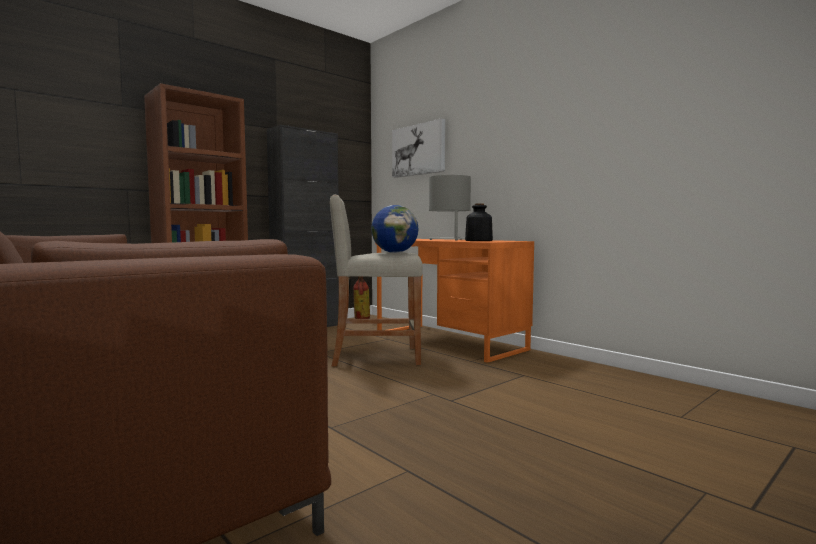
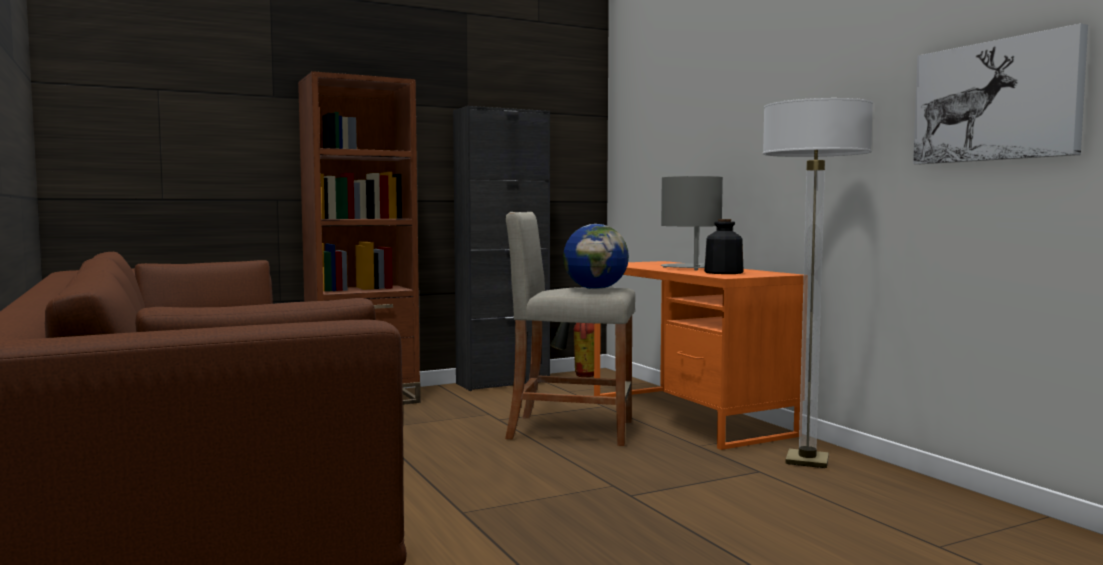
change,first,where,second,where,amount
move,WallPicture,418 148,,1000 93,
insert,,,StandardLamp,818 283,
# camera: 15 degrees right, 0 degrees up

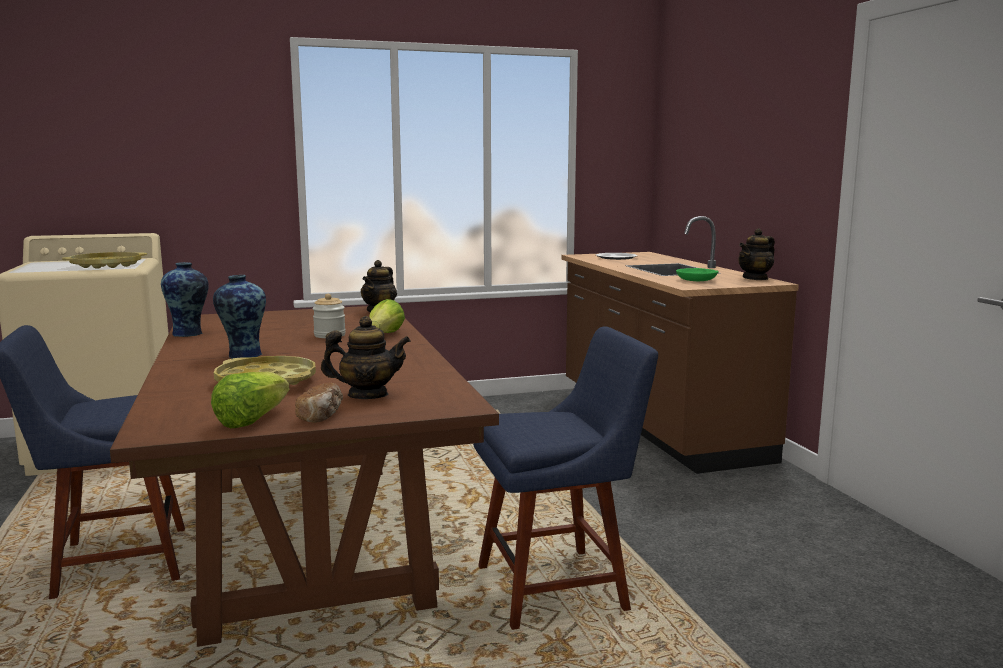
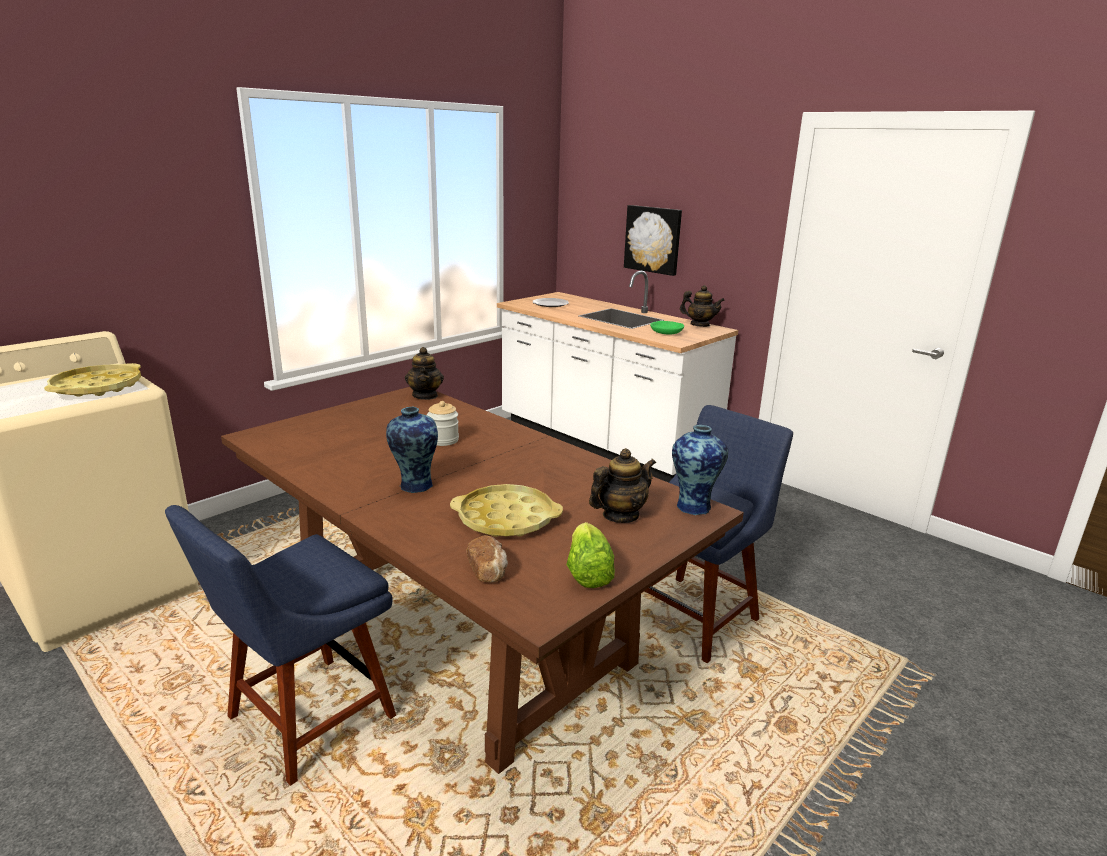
change,first,where,second,where,amount
move,DecorativeVase,185 299,,700 470,
move,Bread,319 403,,487 558,
delete,HeadOfLettuce,387 316,,,
recolor,BrownColouredCounter,680 345,WhiteCounter,617 377,
rotate,Teapot,756 254,,702 306,90 degrees counterclockwise
insert,,,WallPicture,653 240,
# camera: 30 degrees left, 10 degrees up

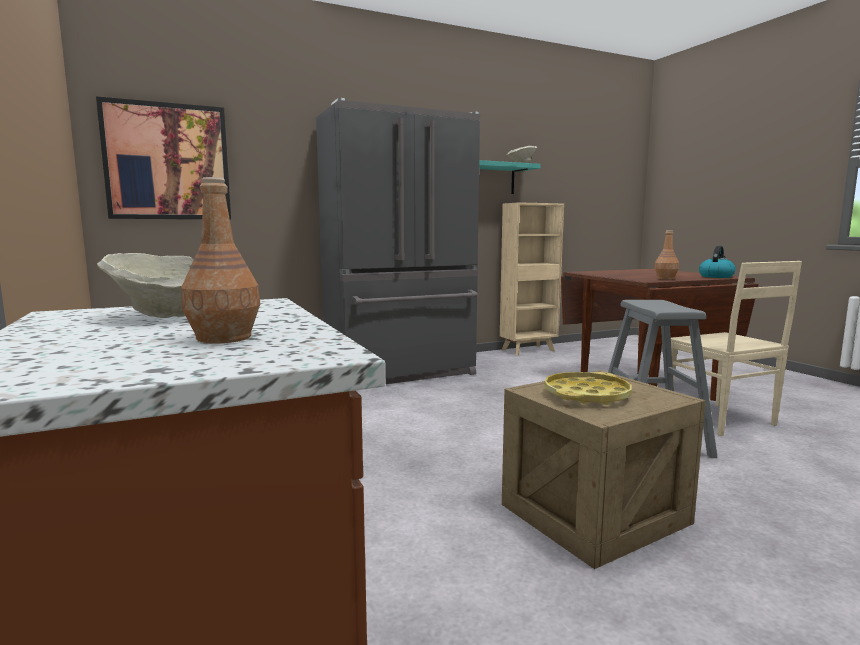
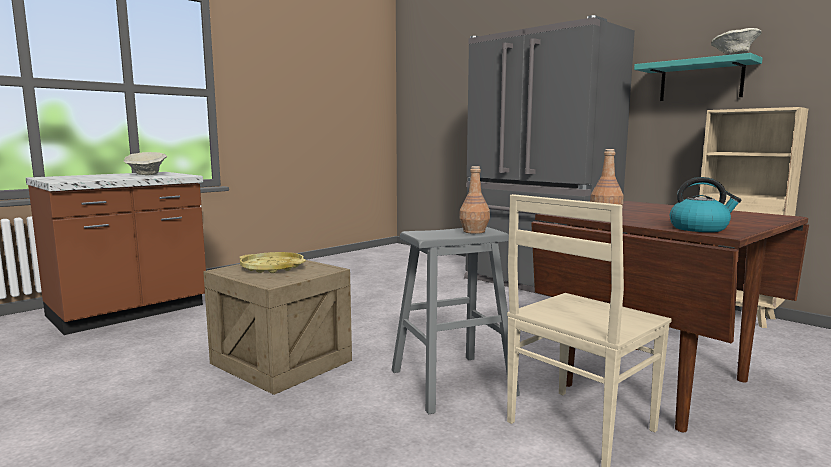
change,first,where,second,where,amount
delete,WallPicture,163 158,,,
move,BrownColouredBeverageBottle,220 260,,474 200,
# camera: 70 degrees right, 0 degrees up

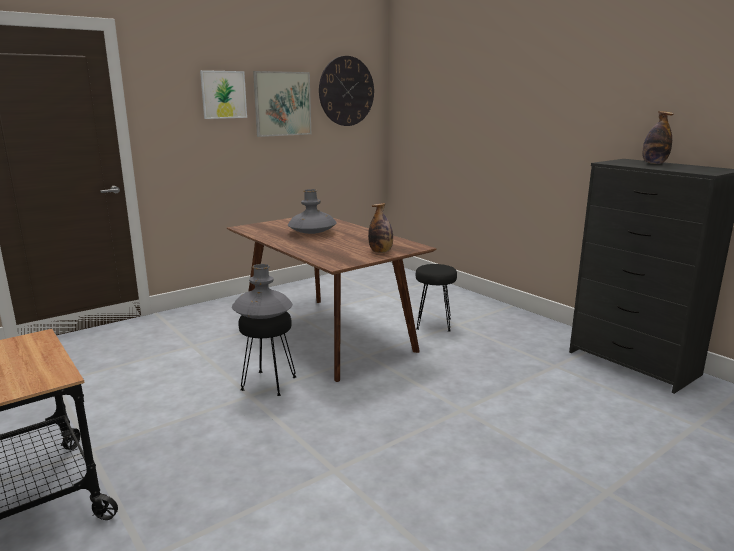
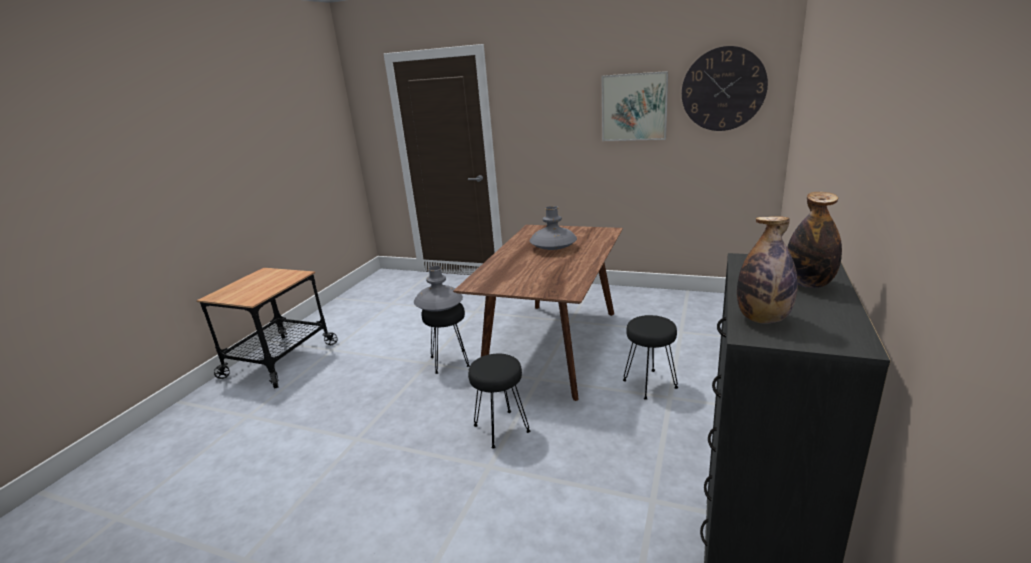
change,first,where,second,where,amount
delete,WallPicture,223 94,,,
move,BeverageBottle,380 228,,767 270,
insert,,,BlackSittingStool,499 401,
# camera: 60 degrees right, 5 degrees up

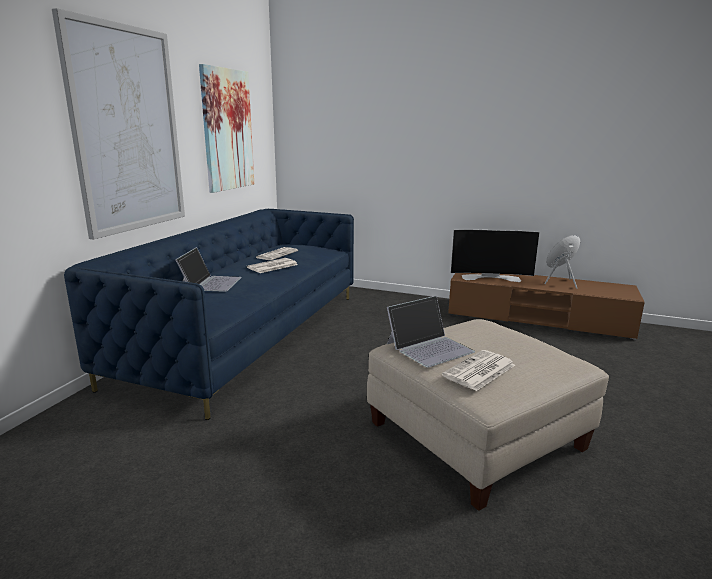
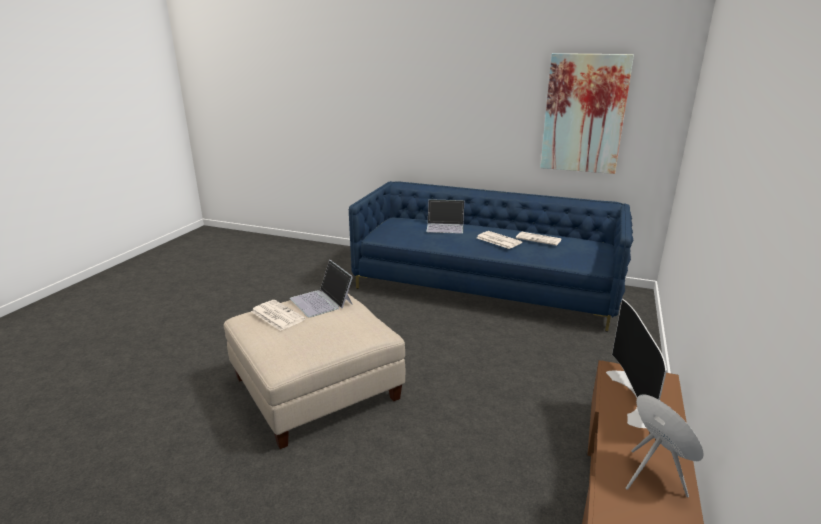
change,first,where,second,where,amount
delete,WallPicture,118 124,,,
# camera: 90 degrees right, 5 degrees up

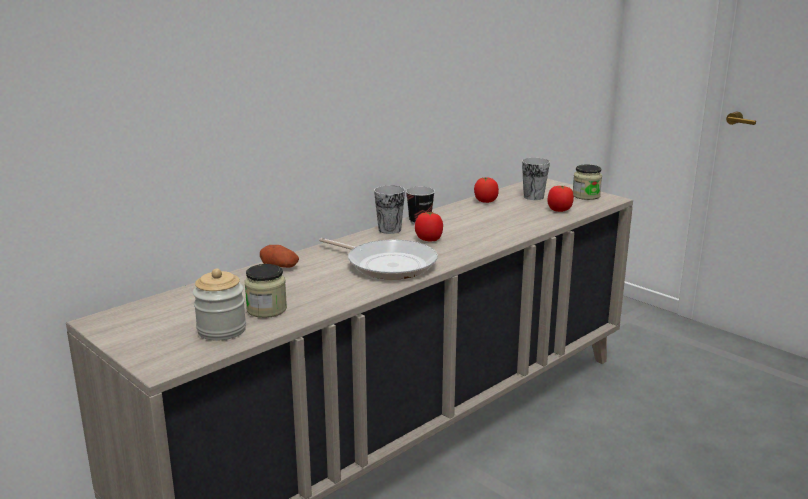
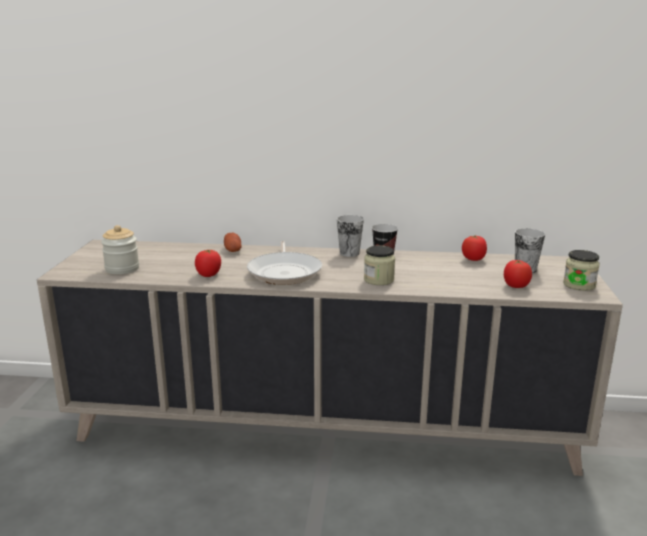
change,first,where,second,where,amount
move,Jar,265 291,,379 265,
move,WholeTomato,429 227,,208 263,
# camera: 50 degrees right, 0 degrees up

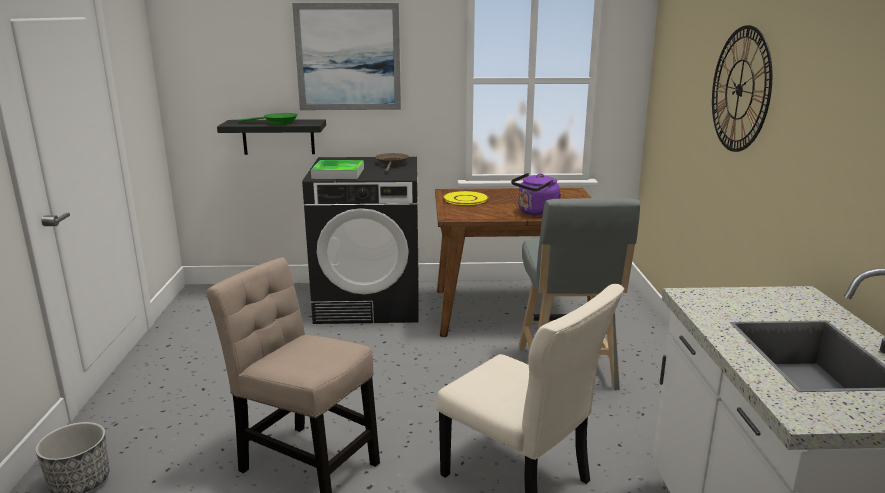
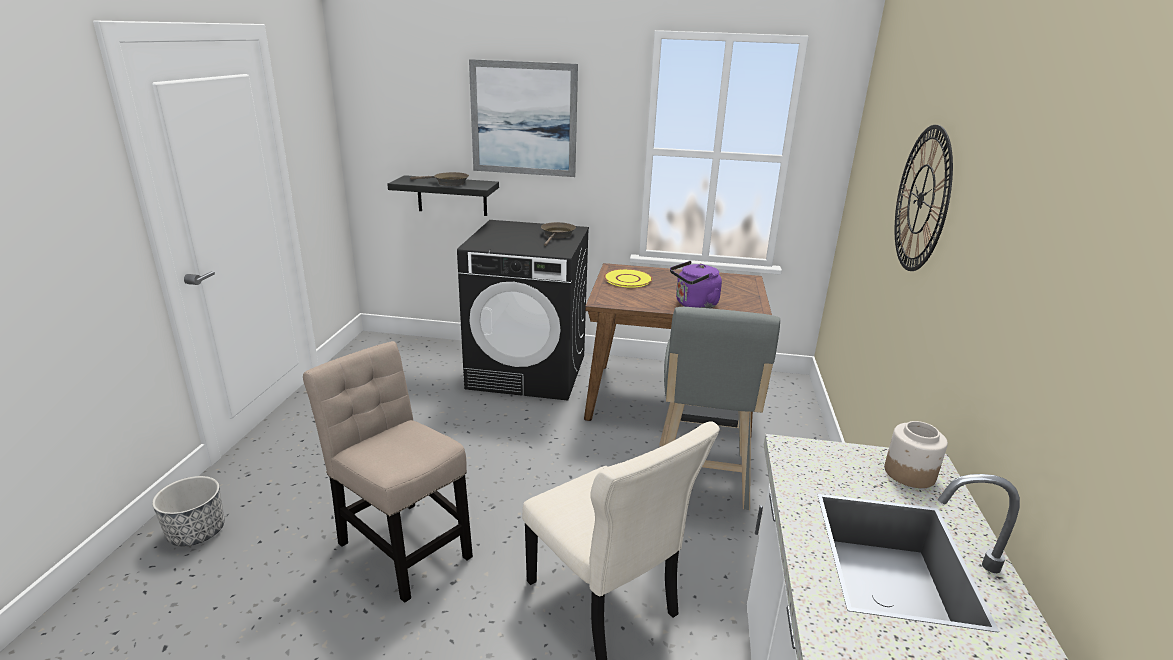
change,first,where,second,where,amount
recolor,GreenColouredFryingPan,268 119,BrownColouredFryingPan,439 179,
delete,CarryingTray,337 169,,,
insert,,,Jar,916 454,
# camera: 10 degrees right, 5 degrees up

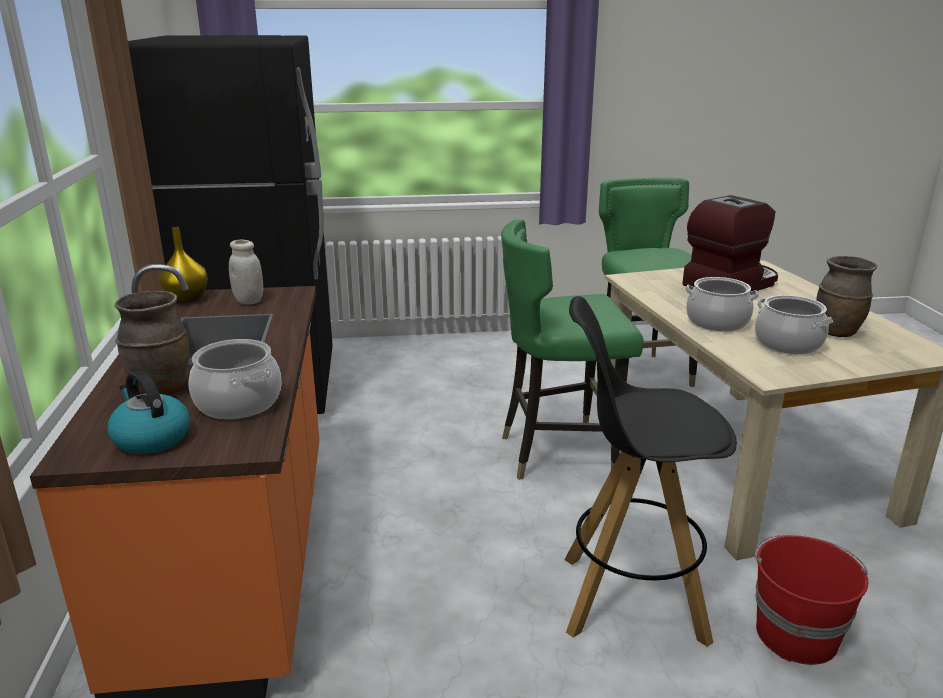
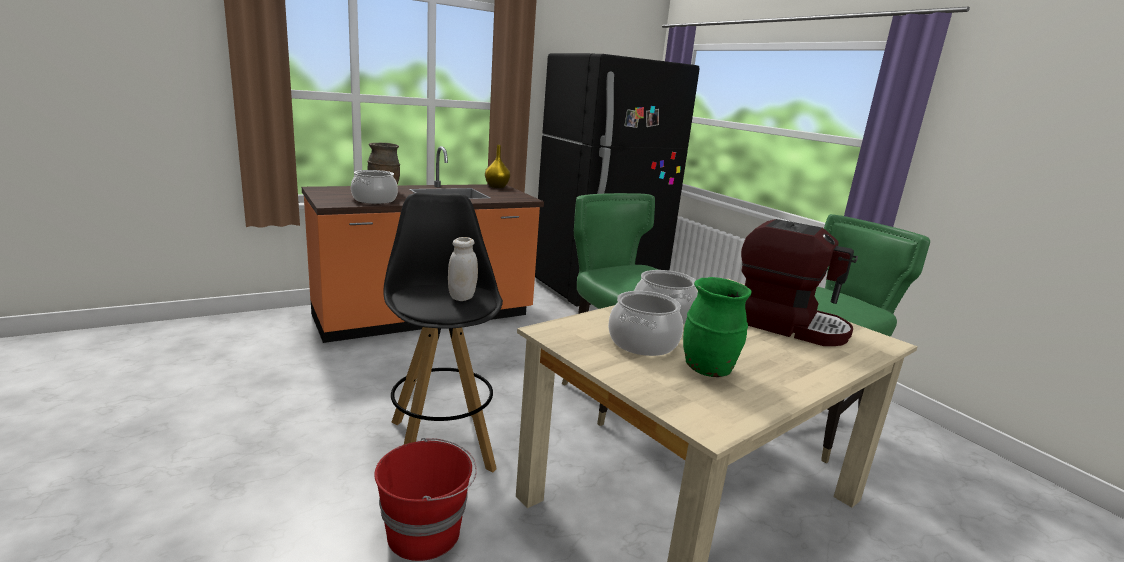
change,first,where,second,where,amount
delete,WaterKettle,148 412,,,
move,WhiteJar,246 271,,463 269,
recolor,BrownColouredDecorativeVase,846 296,GreenColouredDecorativeVase,717 327,
# camera: 65 degrees right, 5 degrees down

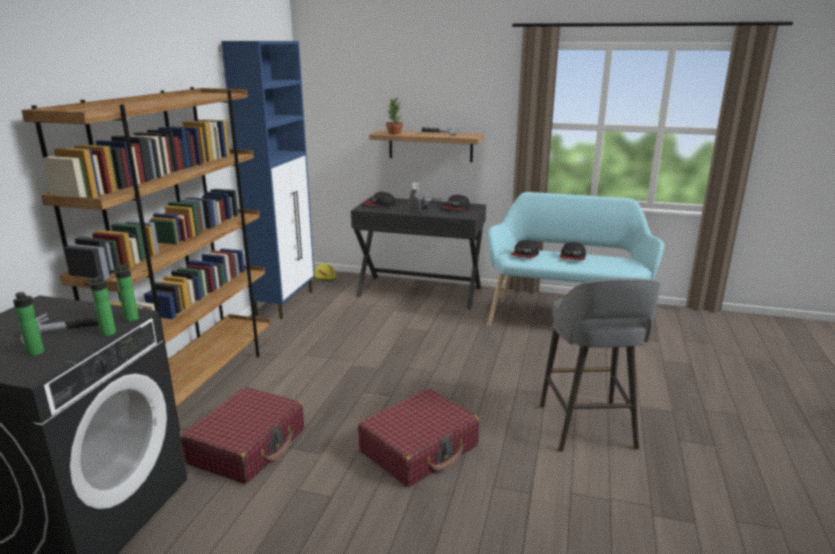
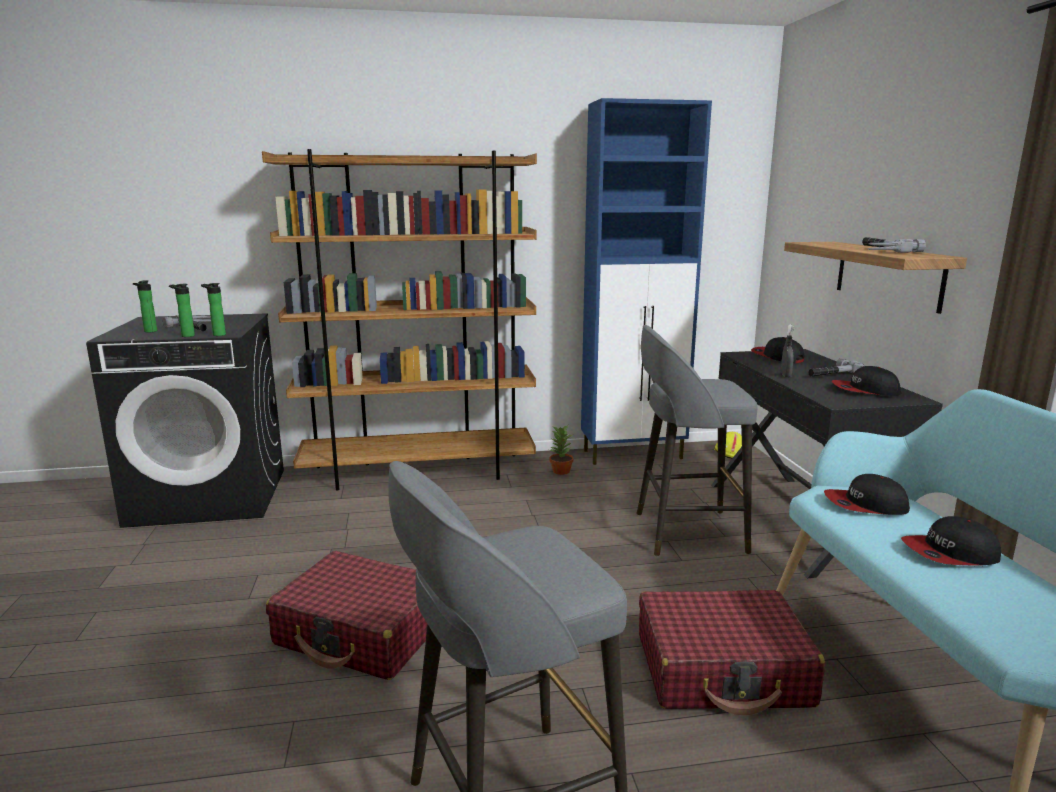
change,first,where,second,where,amount
move,RedTravelCase,242 435,,732 652,
move,PottedPlant,394 116,,561 450,
insert,,,GreySittingStool,696 440,
# camera: 65 degrees right, 5 degrees down

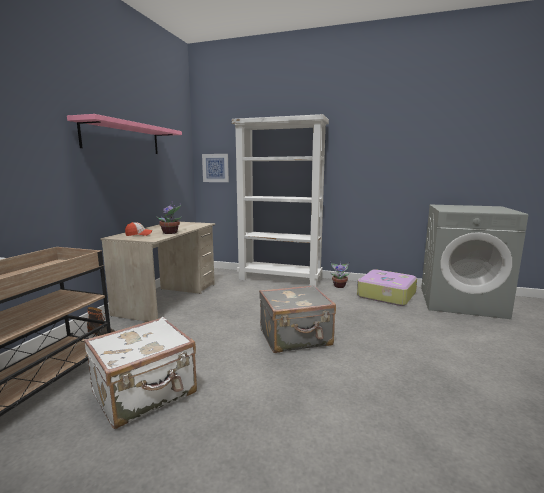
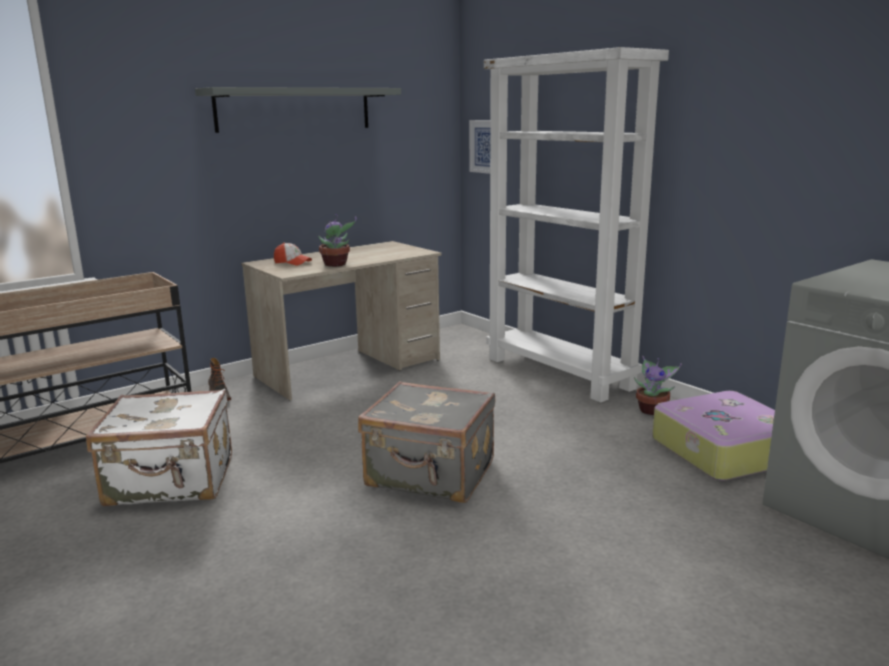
change,first,where,second,where,amount
recolor,PinkColouredShelf,124 134,GreyShelf,298 110,
# camera: 35 degrees right, 5 degrees up

